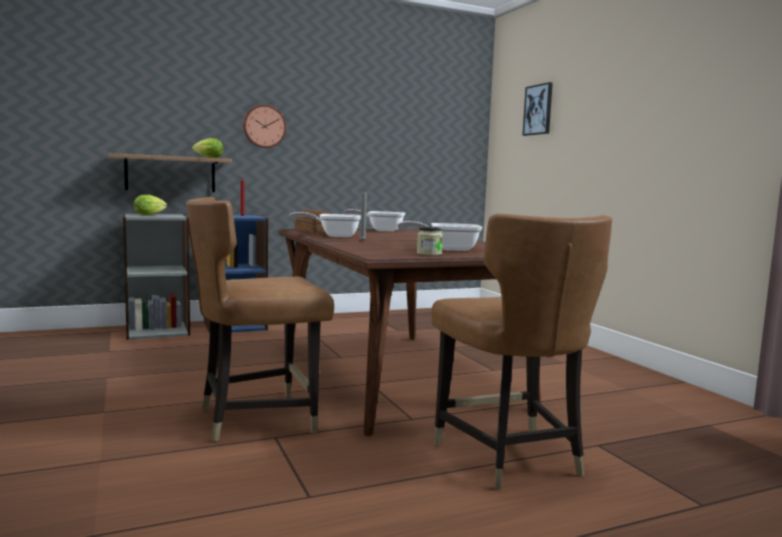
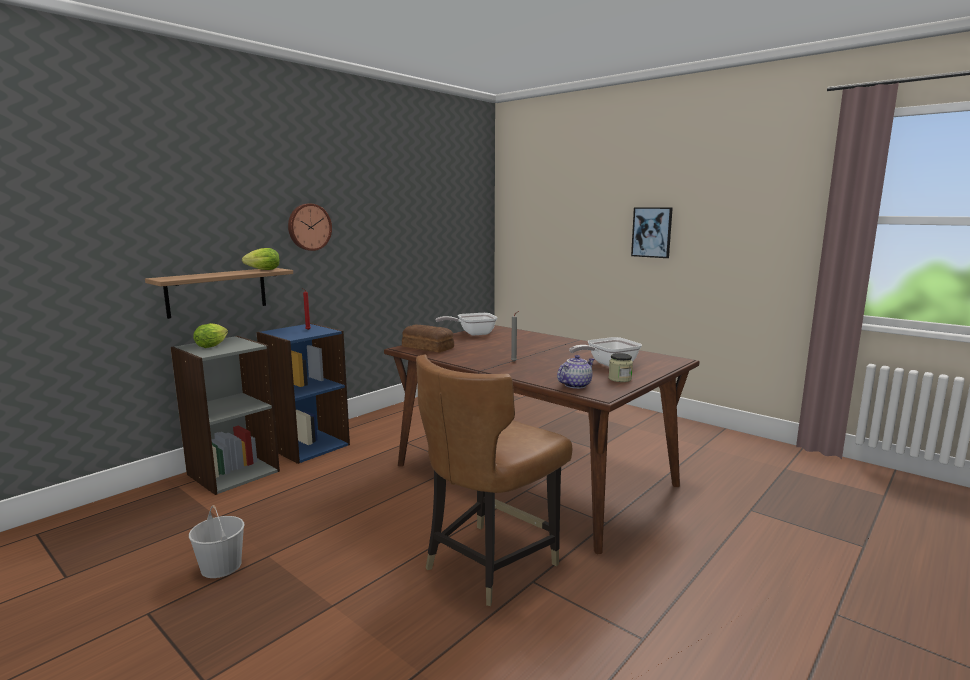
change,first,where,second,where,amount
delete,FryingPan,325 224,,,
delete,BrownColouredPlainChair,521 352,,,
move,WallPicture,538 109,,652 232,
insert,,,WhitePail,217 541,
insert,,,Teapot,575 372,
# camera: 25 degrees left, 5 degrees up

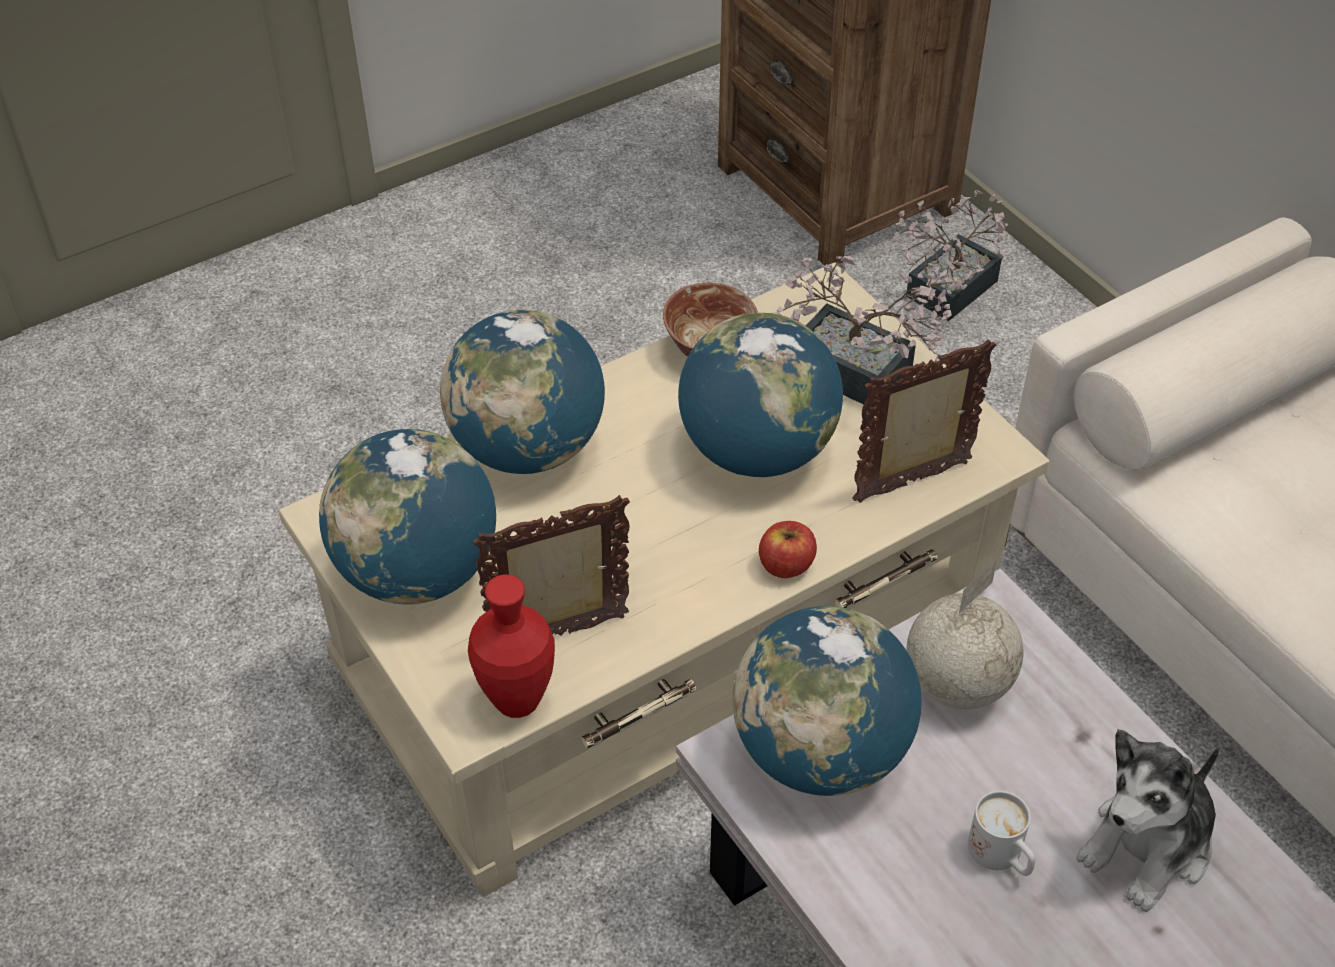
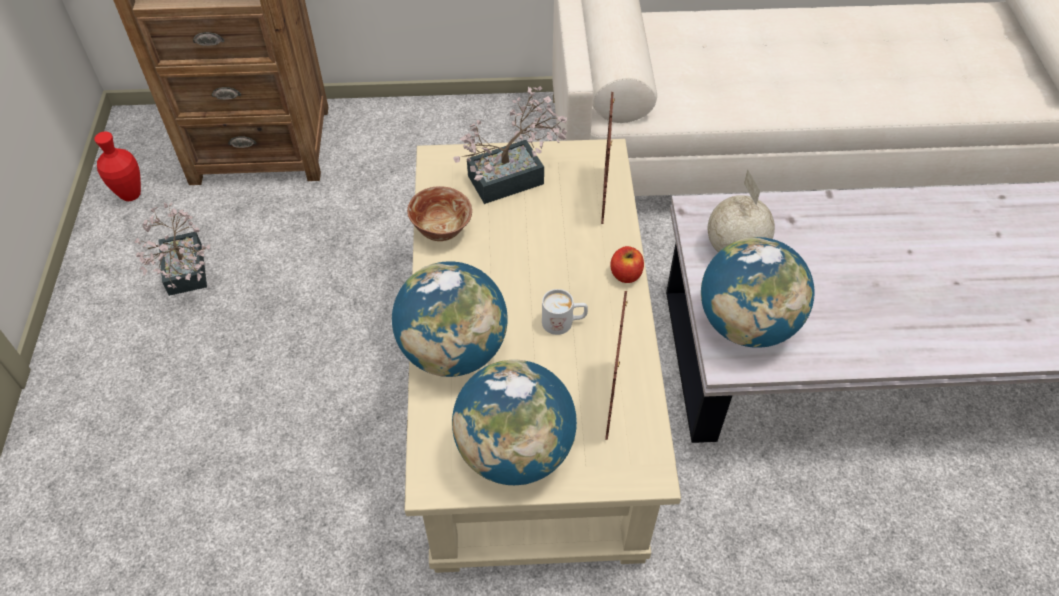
change,first,where,second,where,amount
move,RedDecorativeVase,511 646,,117 166,
delete,DeskGlobe,760 395,,,
move,PottedPlant,949 255,,172 249,
move,WhiteTeaMug,1001 833,,565 312,
delete,PlushToy,1148 820,,,
# camera: 60 degrees left, 5 degrees up

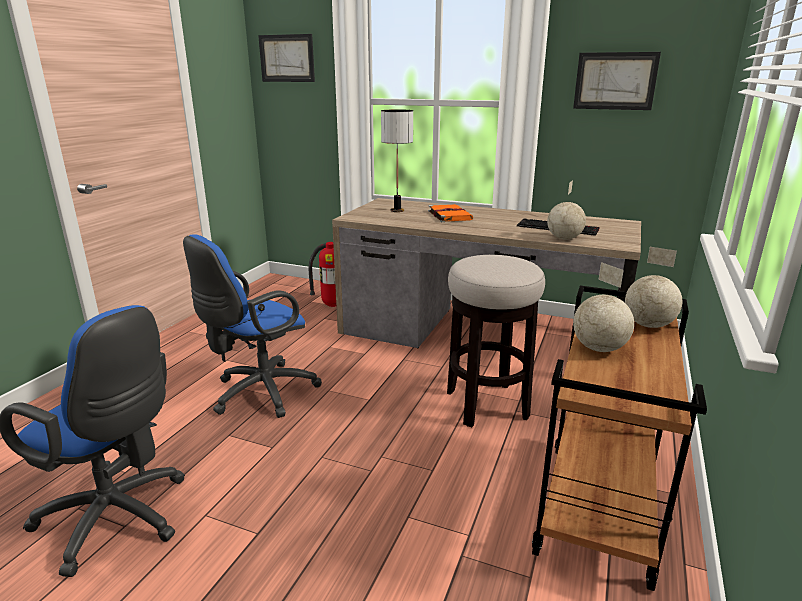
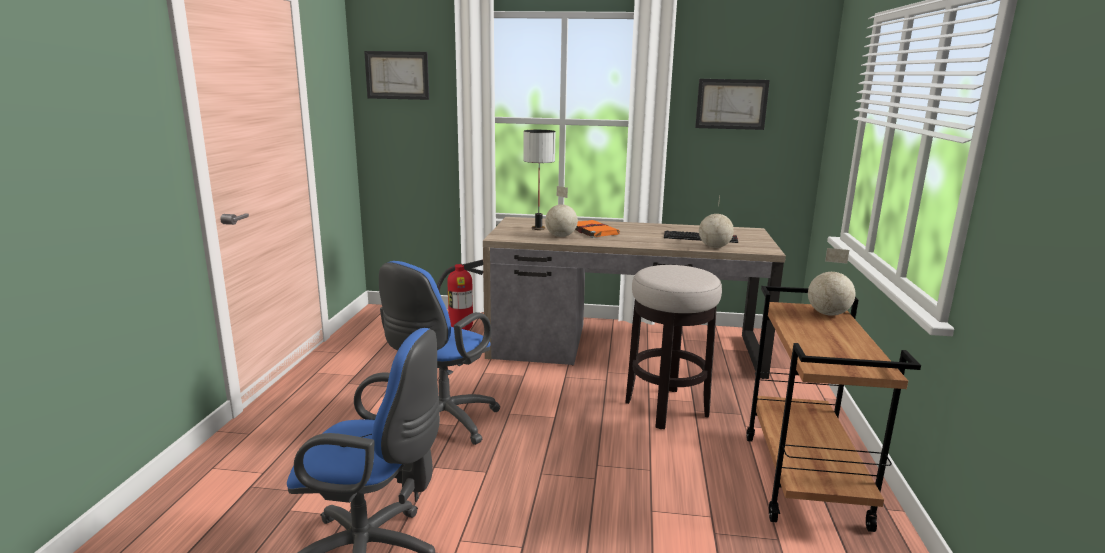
change,first,where,second,where,amount
move,DeskGlobe,603 307,,561 211,
# camera: 15 degrees left, 5 degrees down

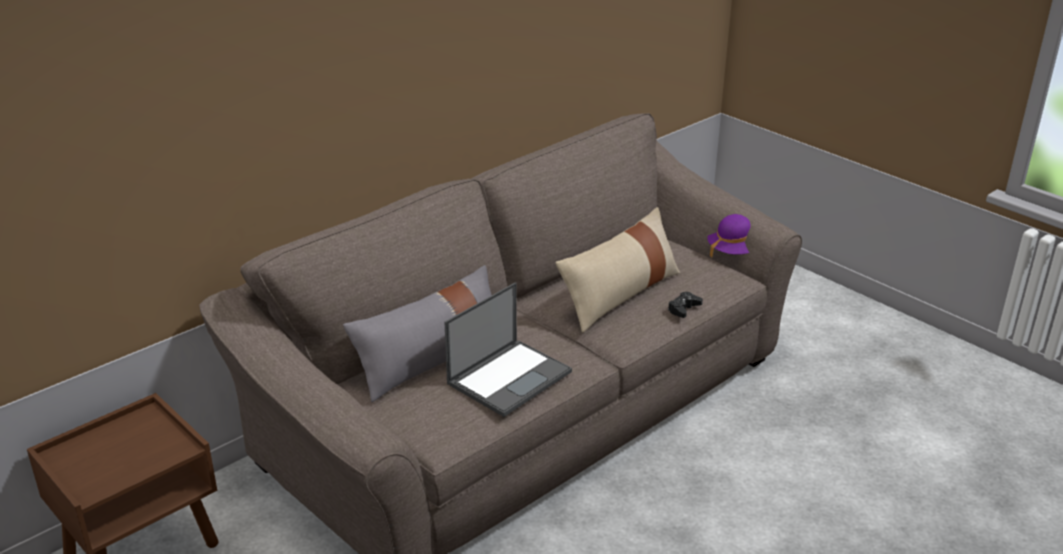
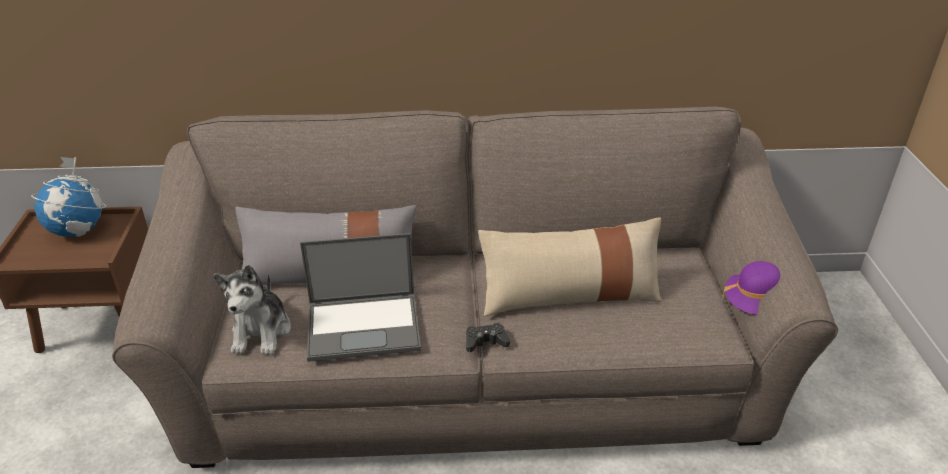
change,first,where,second,where,amount
move,BlackJoypad,685 305,,488 337,
insert,,,DeskGlobe,69 197,
insert,,,PlushToy,252 310,
# camera: 40 degrees right, 5 degrees up

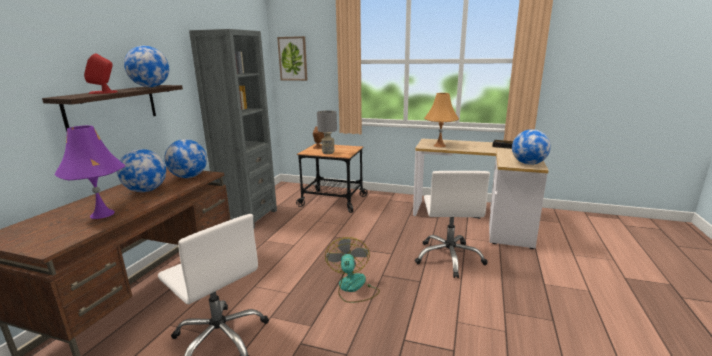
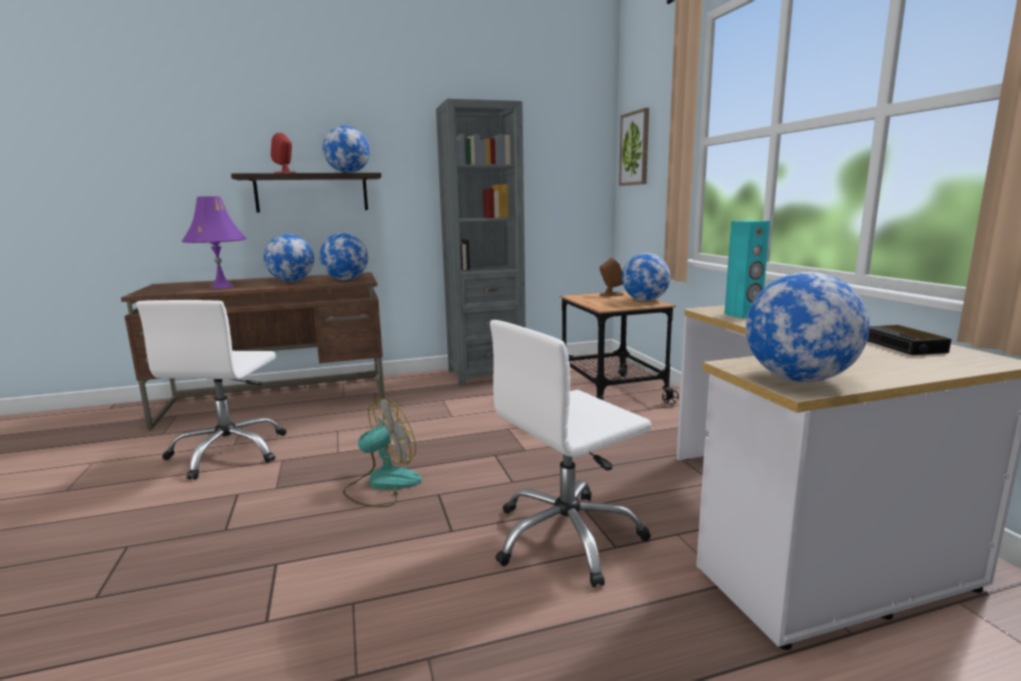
change,first,where,second,where,amount
delete,GreyTabletopLamp,327 132,,,
replace,OrangeyTabletopLamp,441 120,BlueGreenLoudspeaker,747 269,
insert,,,DeskGlobe,646 277,
# camera: 55 degrees right, 5 degrees down

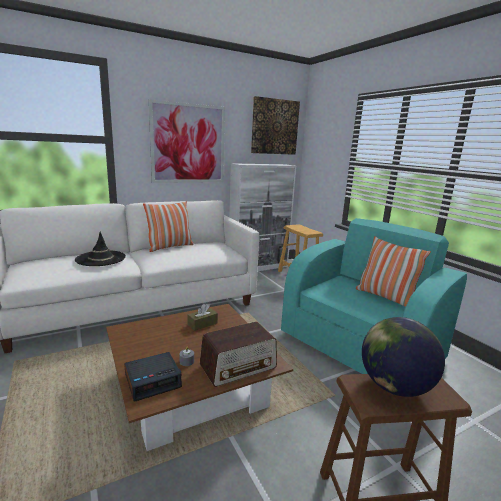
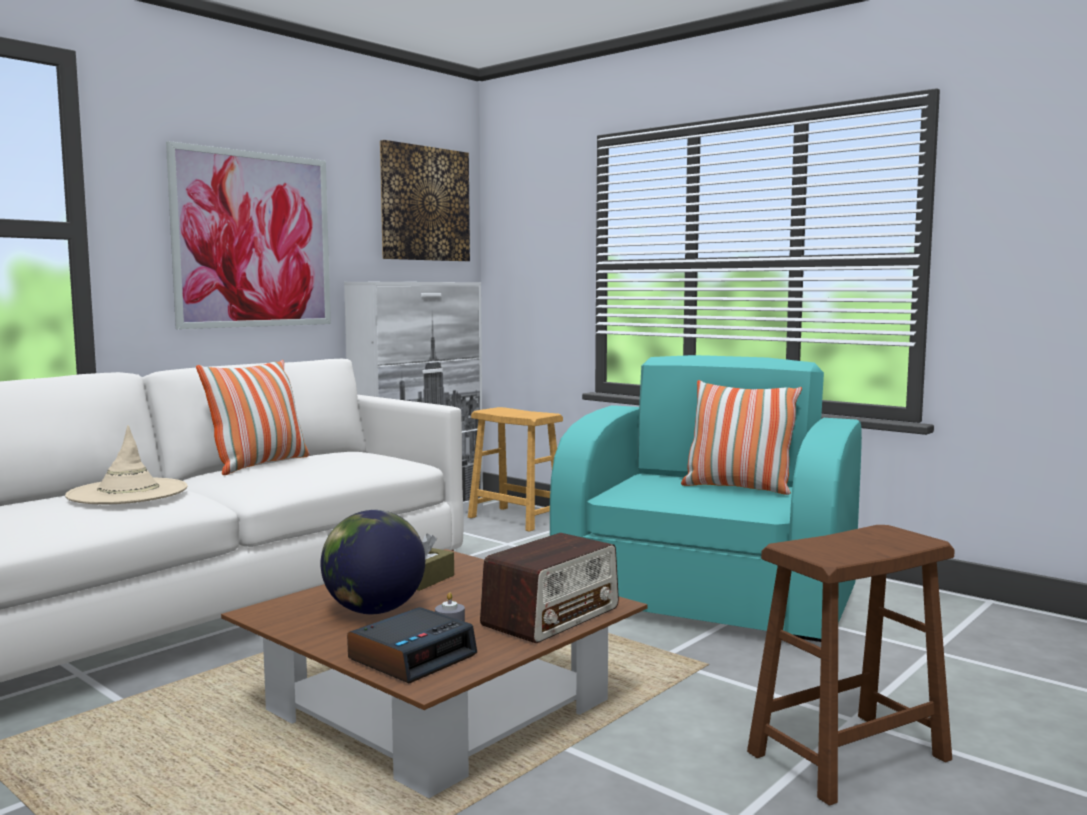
change,first,where,second,where,amount
recolor,BlackHat,100 249,BeigeColouredHat,126 464,
move,DeskGlobe,403 357,,373 562,
# camera: 20 degrees left, 10 degrees down

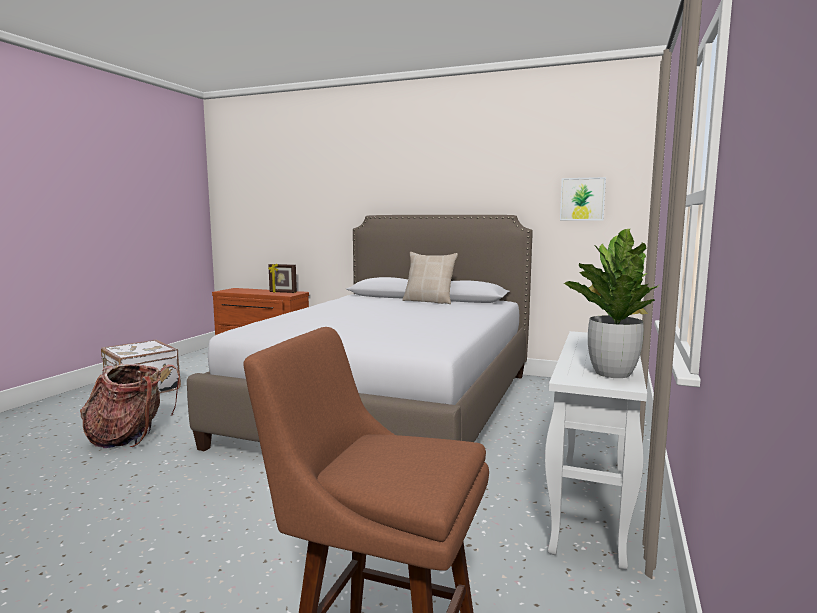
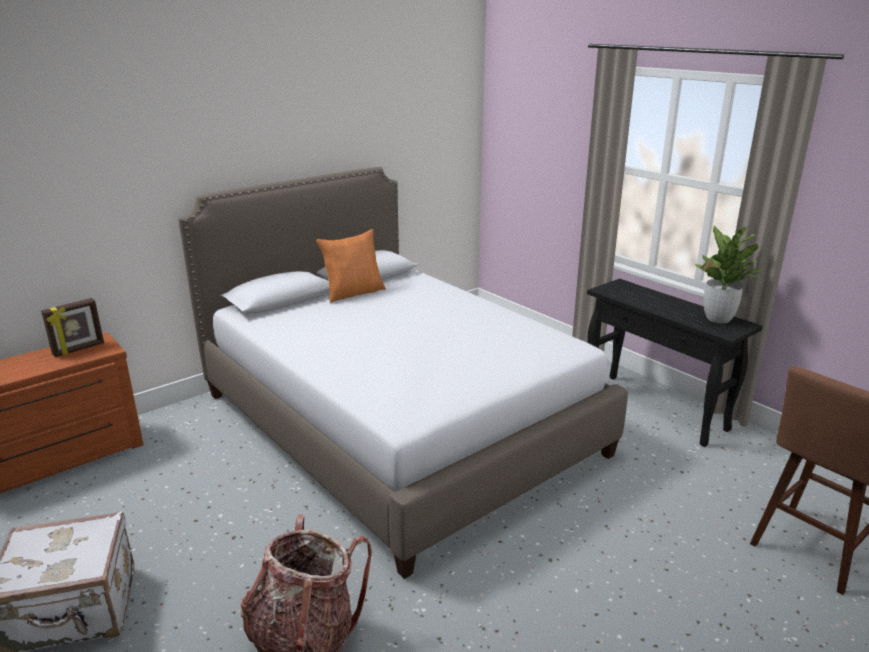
change,first,where,second,where,amount
recolor,BeigeColouredPillow,430 278,OrangeyPillow,351 266,
recolor,WhiteHallTable,596 450,BlackHallTable,675 363,
delete,WallPicture,583 198,,,
# camera: 60 degrees left, 15 degrees up

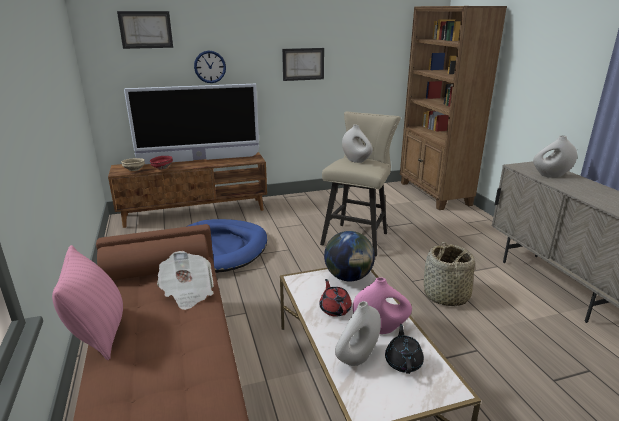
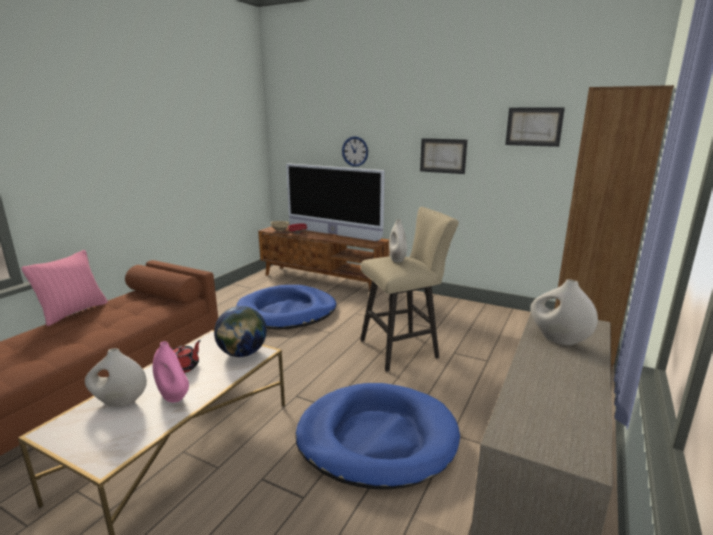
change,first,where,second,where,amount
move,WallPicture,145 30,,535 127,
delete,PrintedPaper,185 280,,,
delete,BlackTeapot,404 349,,,
replace,StorageBasket,449 274,BlueDogCushion,378 436,
# camera: 45 degrees right, 5 degrees down

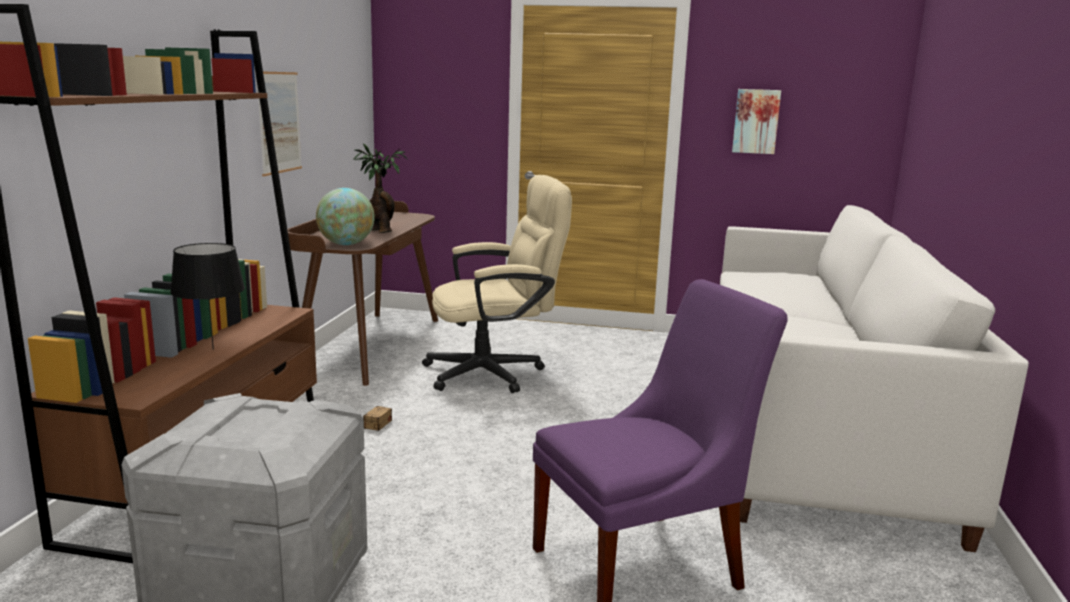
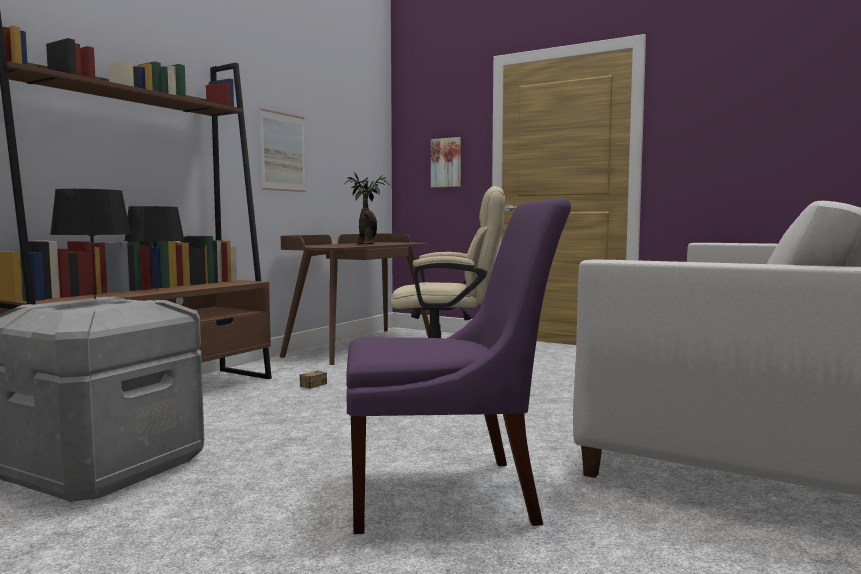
change,first,where,second,where,amount
delete,DeskGlobe,345 216,,,
move,WallPicture,756 121,,446 162,
insert,,,BlackTabletopLamp,90 244,
# camera: 20 degrees right, 10 degrees down

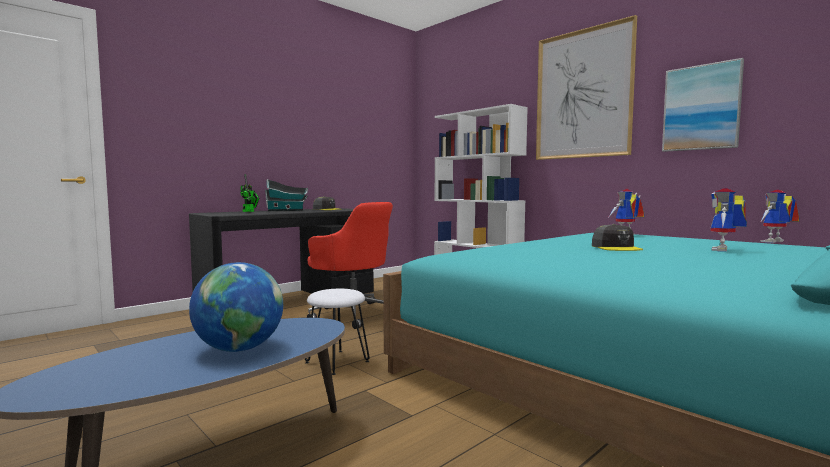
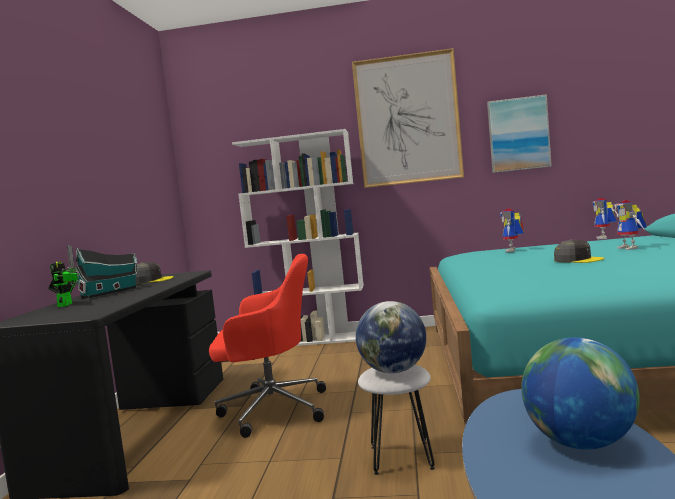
change,first,where,second,where,amount
insert,,,DeskGlobe,391 337,
# camera: 40 degrees left, 0 degrees up

